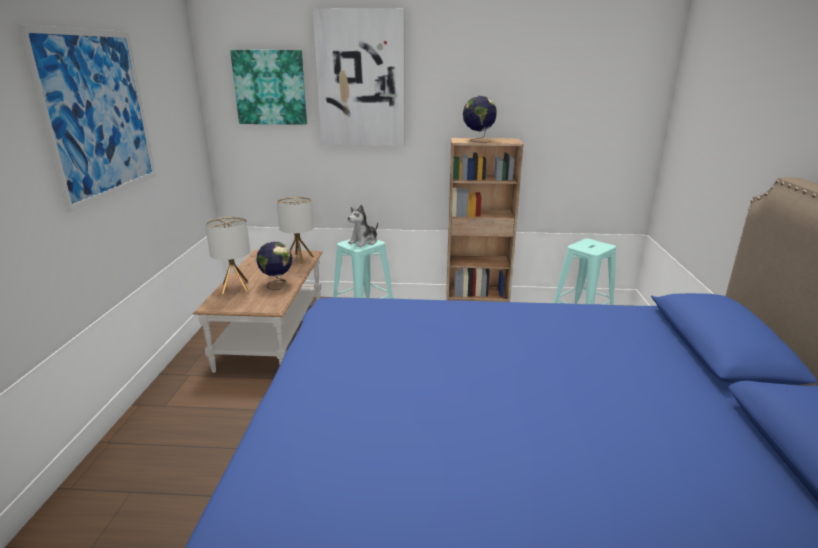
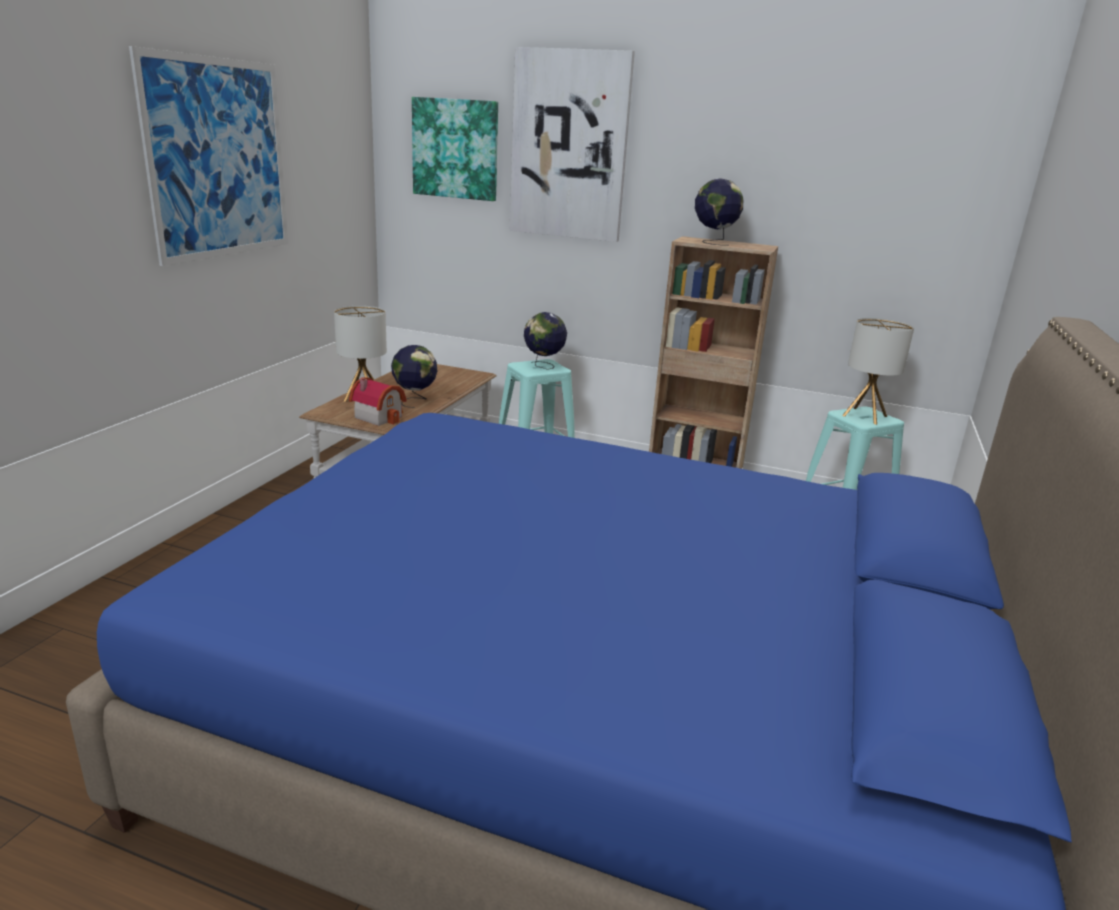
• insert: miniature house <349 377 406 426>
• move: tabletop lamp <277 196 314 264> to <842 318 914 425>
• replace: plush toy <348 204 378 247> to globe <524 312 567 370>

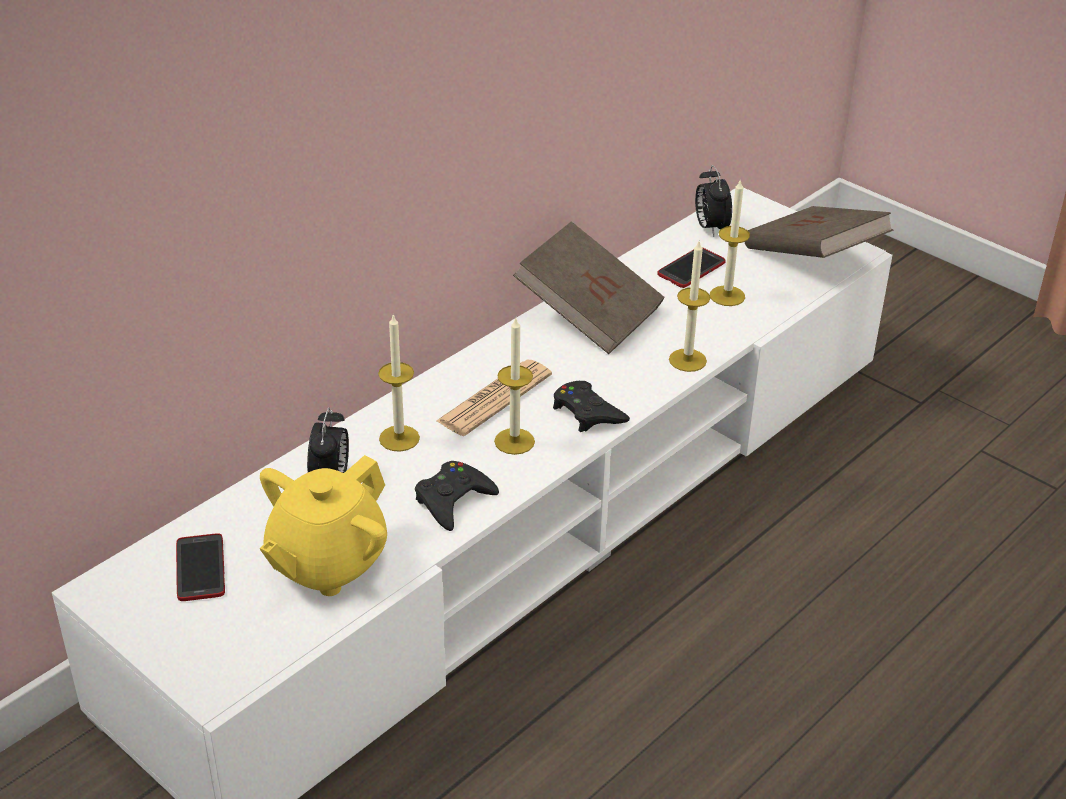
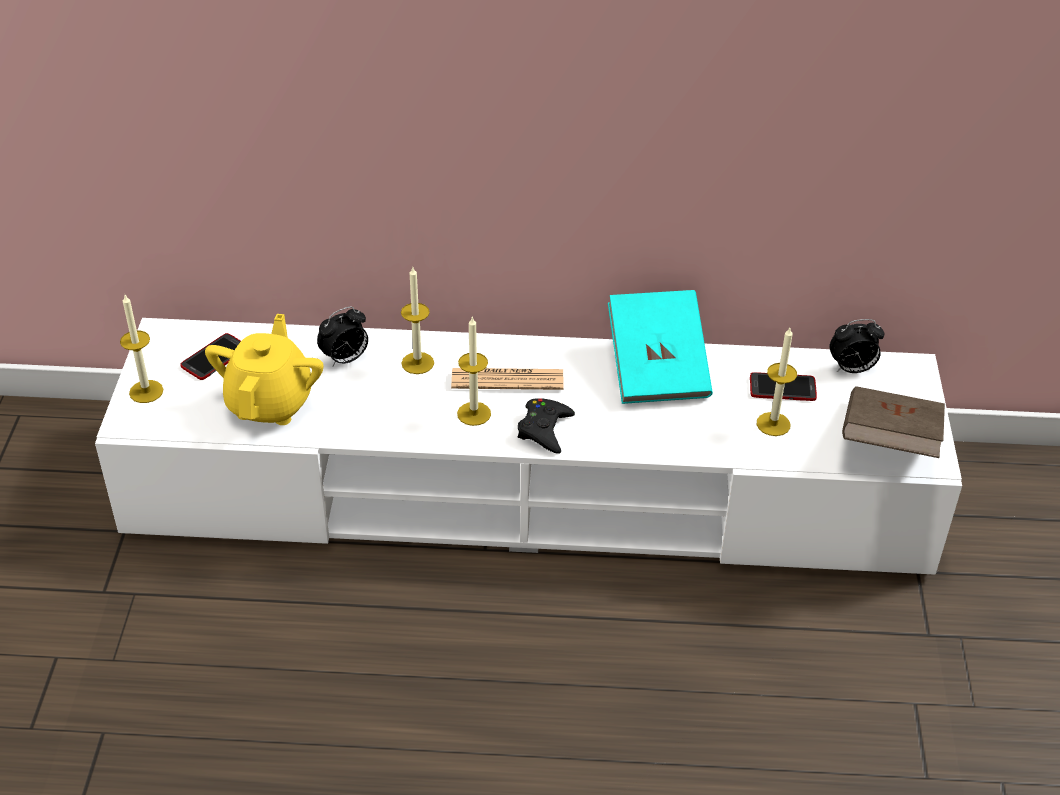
• delete: black joypad <415 461 499 531>
• move: candle <669 241 710 372> to <120 295 164 403>
• recolor: brown-coloured volume <513 221 664 354> to turquoise-coloured volume <608 290 713 404>
• rotate: yellow tea pot <260 455 387 596> = <205 314 324 425> 105 degrees clockwise
• rotate: alarm clock <695 165 732 237> = <830 319 884 373> 135 degrees counterclockwise

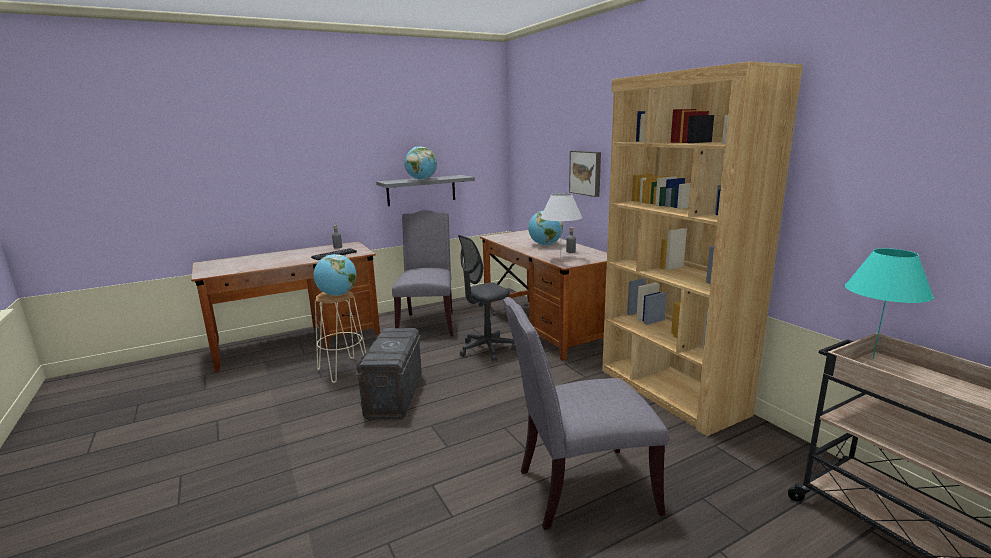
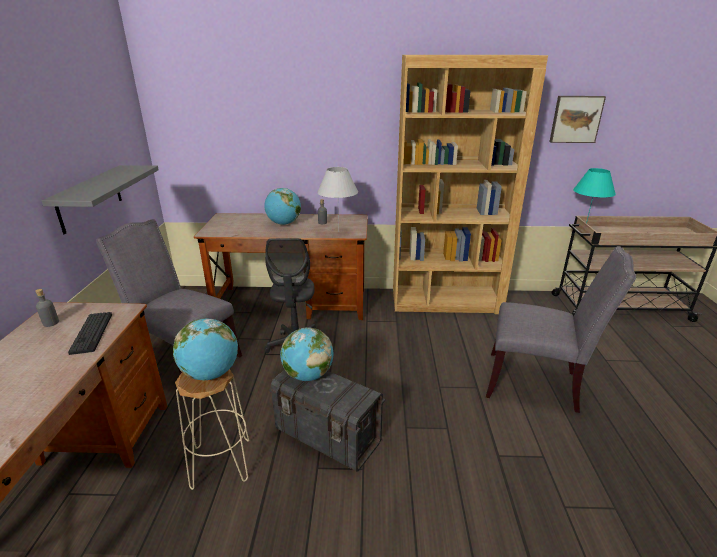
• move: globe <405 147 437 180> to <280 327 333 381>
• move: picture <569 151 601 197> to <549 96 606 143>
• rotate: grey upright chair <503 297 669 530> = <486 246 636 413> 90 degrees counterclockwise

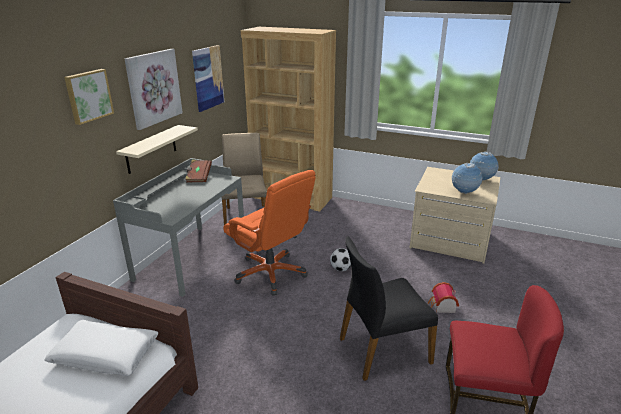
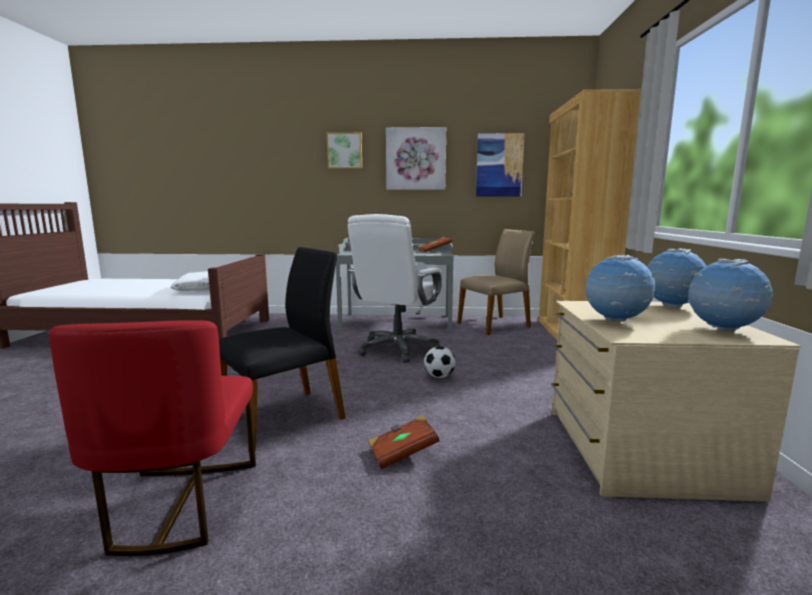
• delete: sand-coloured bracket shelf <116 125 198 174>
• insert: globe <647 248 706 308>
• replace: miniature house <428 282 459 313> to brown-coloured volume <368 415 439 469>
• recolor: orange-coloured office chair <223 170 316 295> to white-coloured office chair <348 214 442 363>
• rotate: black upright chair <340 236 438 381> = <219 247 345 452> 90 degrees clockwise

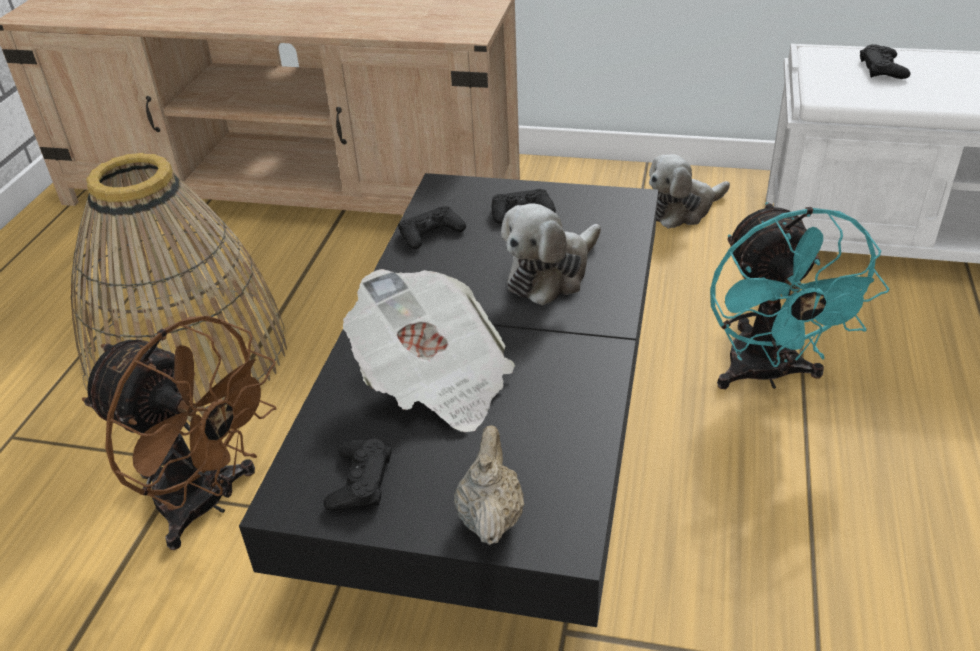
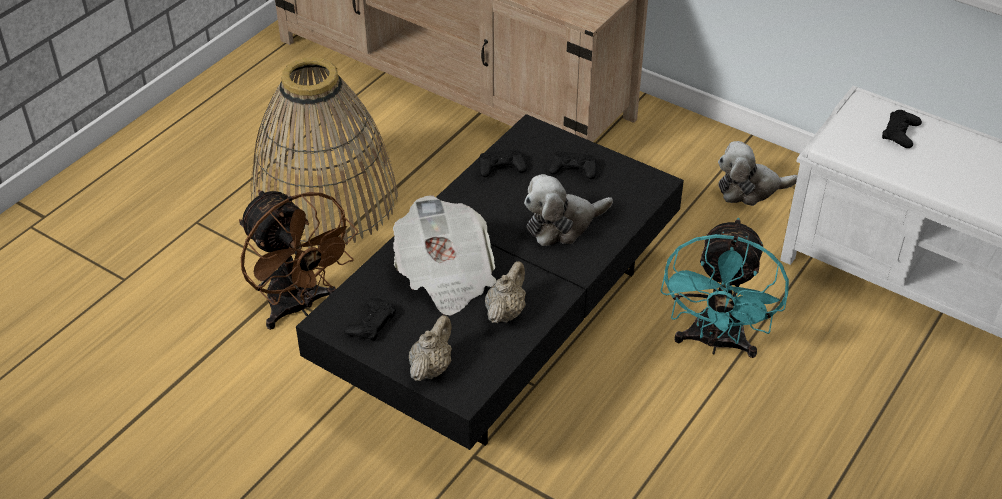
• insert: sand-coloured tea pot <485 261 526 323>

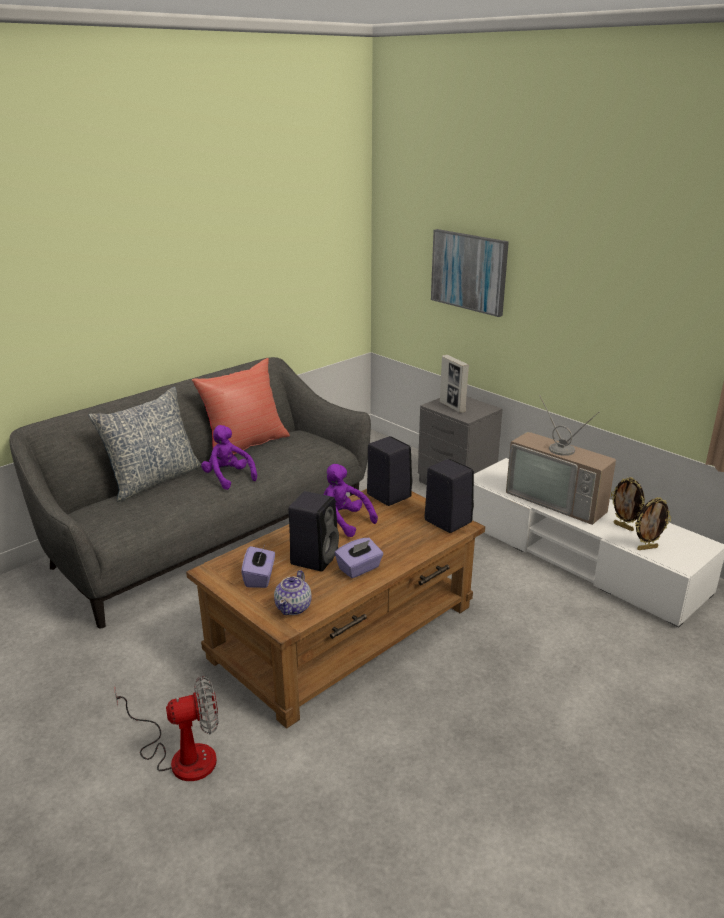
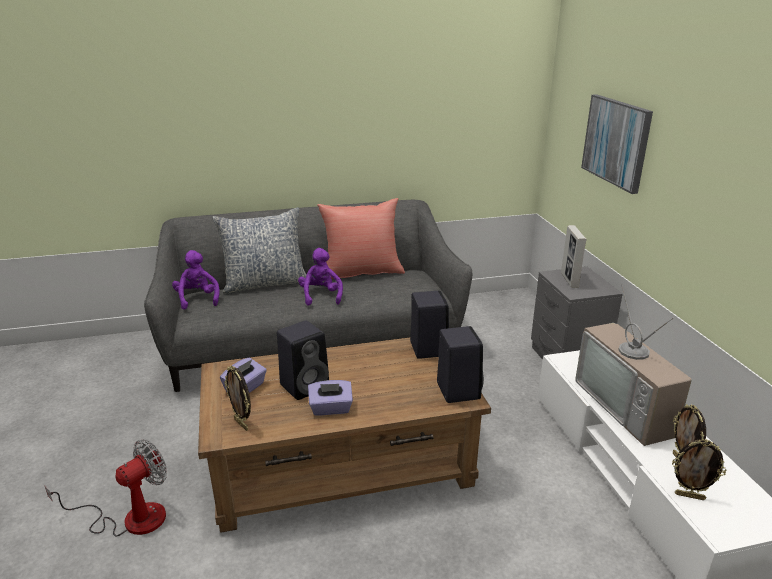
• move: purple plush toy <324 464 378 537> to <172 250 220 310>
• replace: tea pot <274 570 312 615> to picture frame <224 366 251 431>
• rotate: cooling fan <114 676 218 781> = <44 439 167 536> 60 degrees counterclockwise

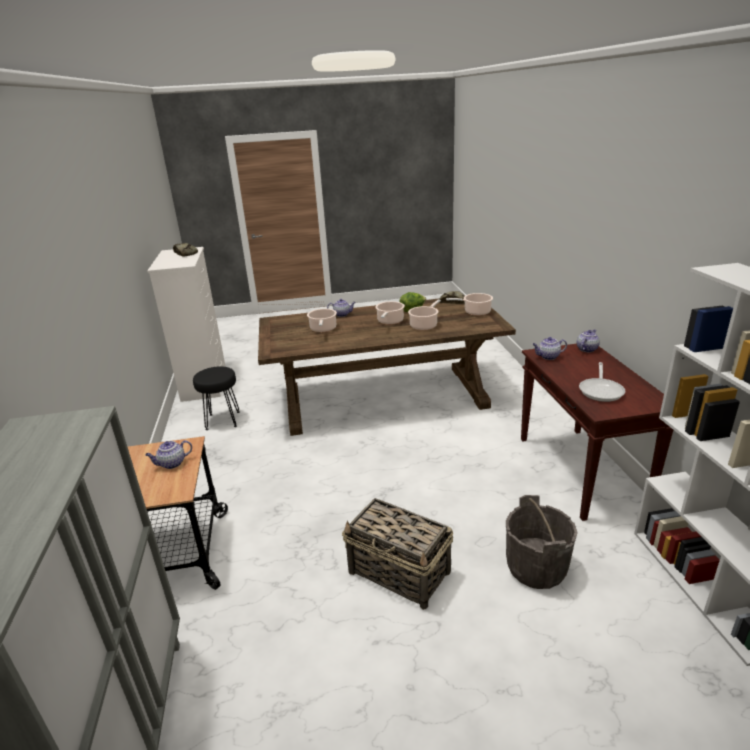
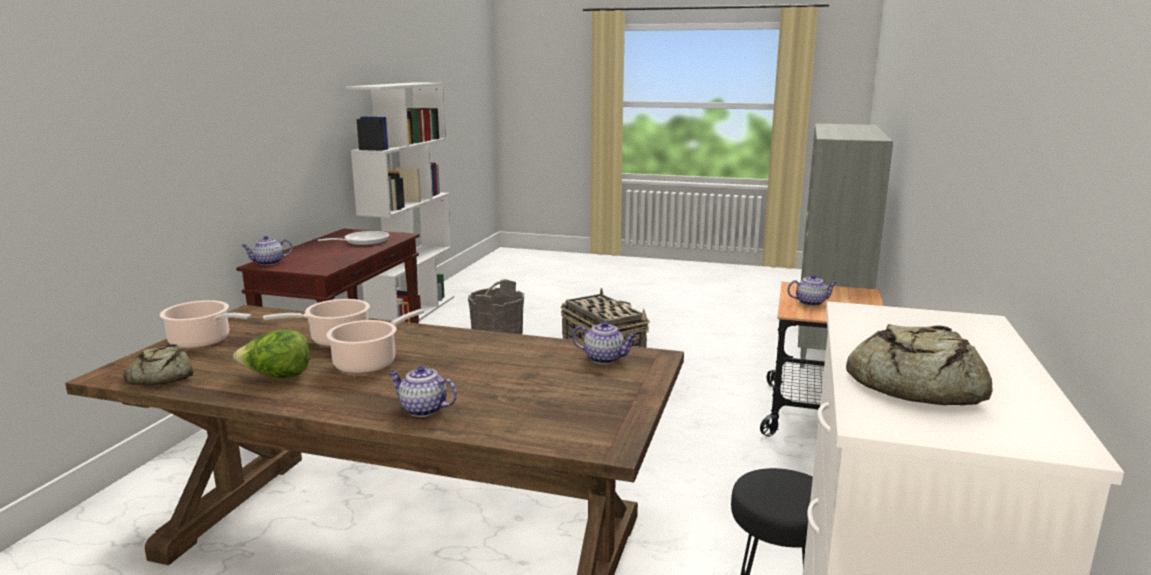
• delete: saucepot <307 309 337 332>
• move: tea pot <532 337 567 360> to <572 321 637 364>

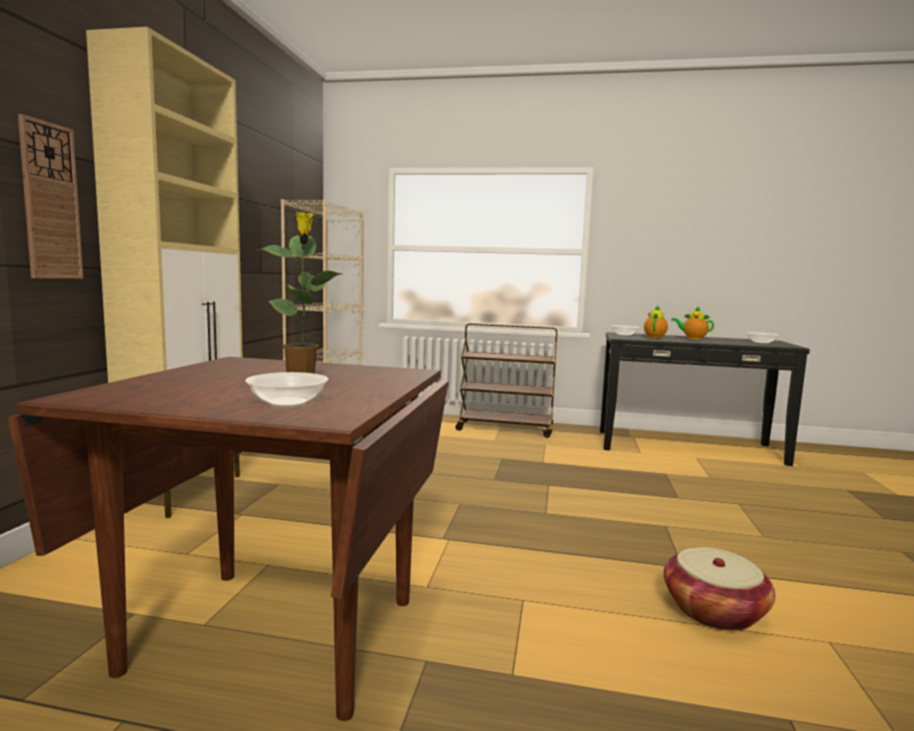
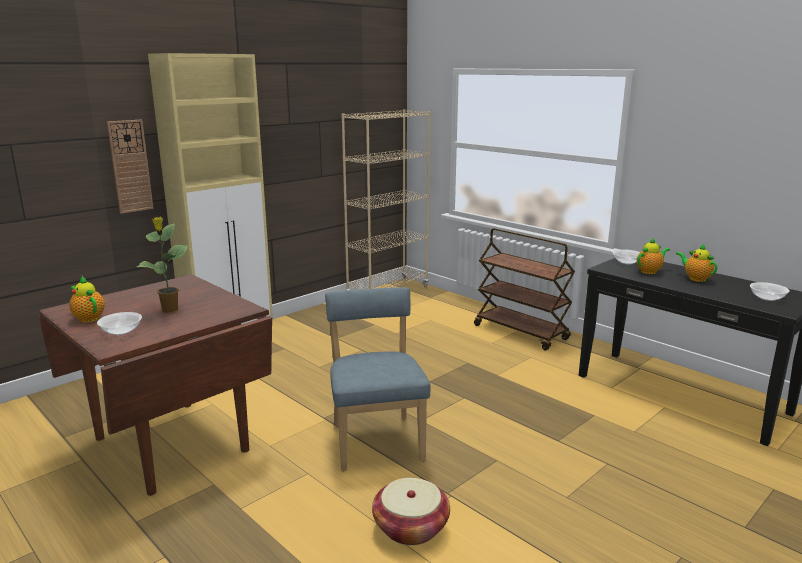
• insert: tea pot <69 276 105 322>
• insert: blue-coloured upright chair <325 287 430 471>

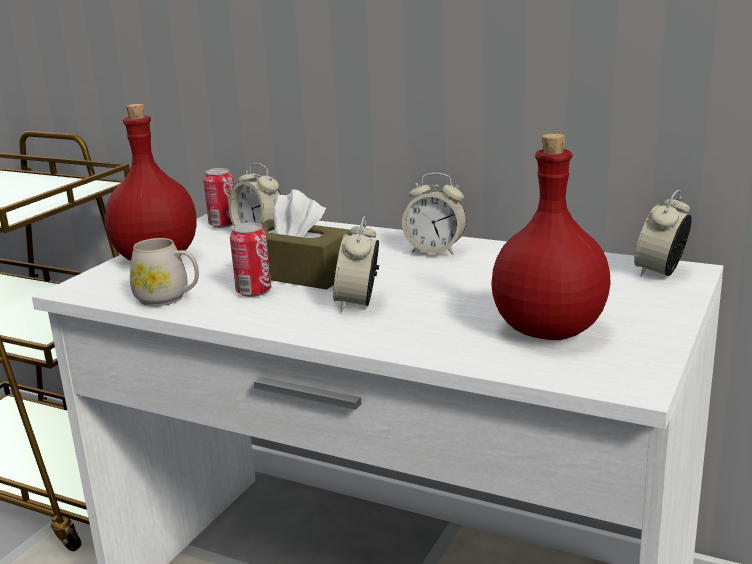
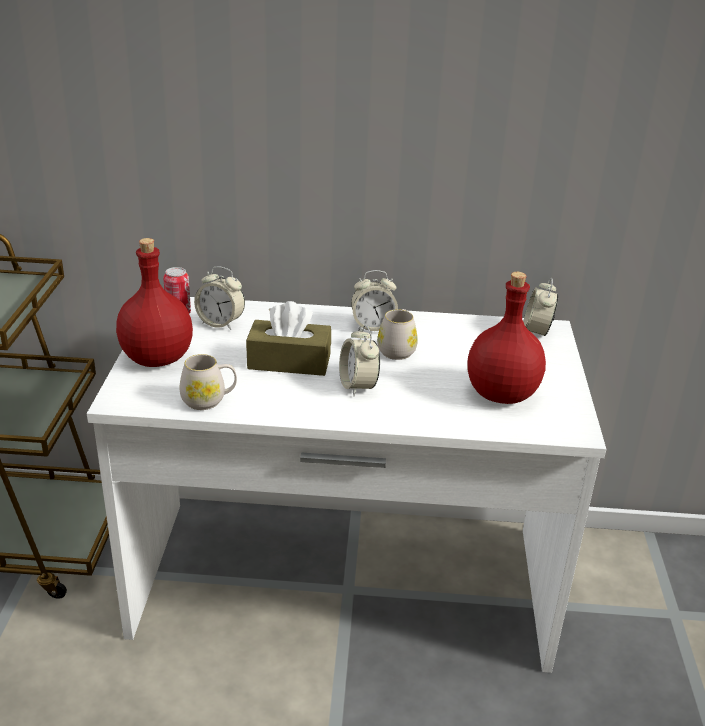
• delete: sealed can <230 223 271 297>
• insert: white-coloured mug <377 309 418 360>

